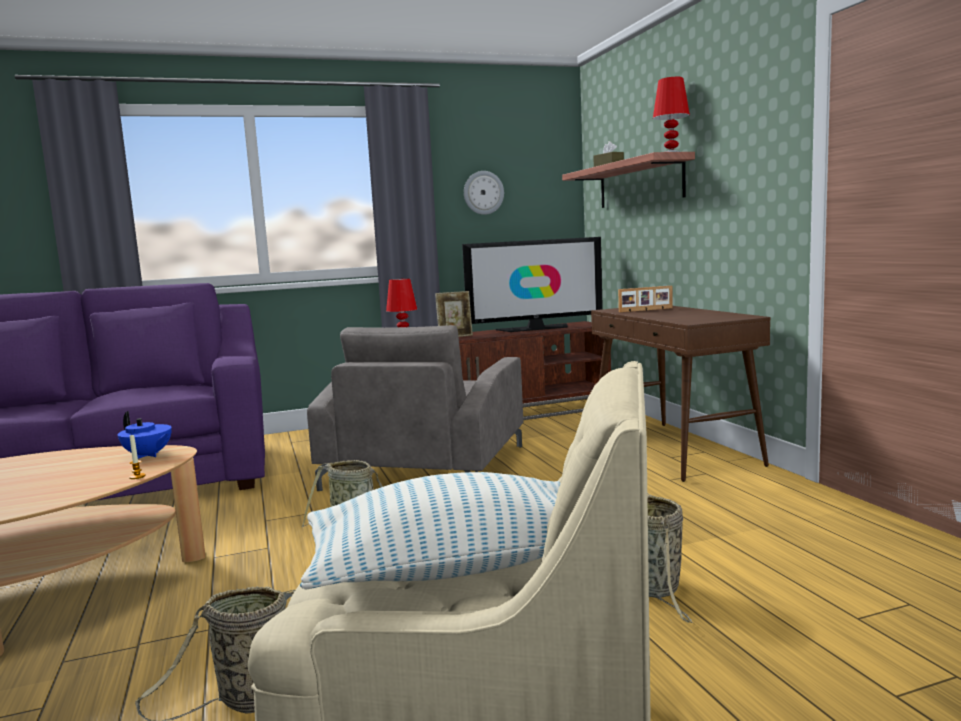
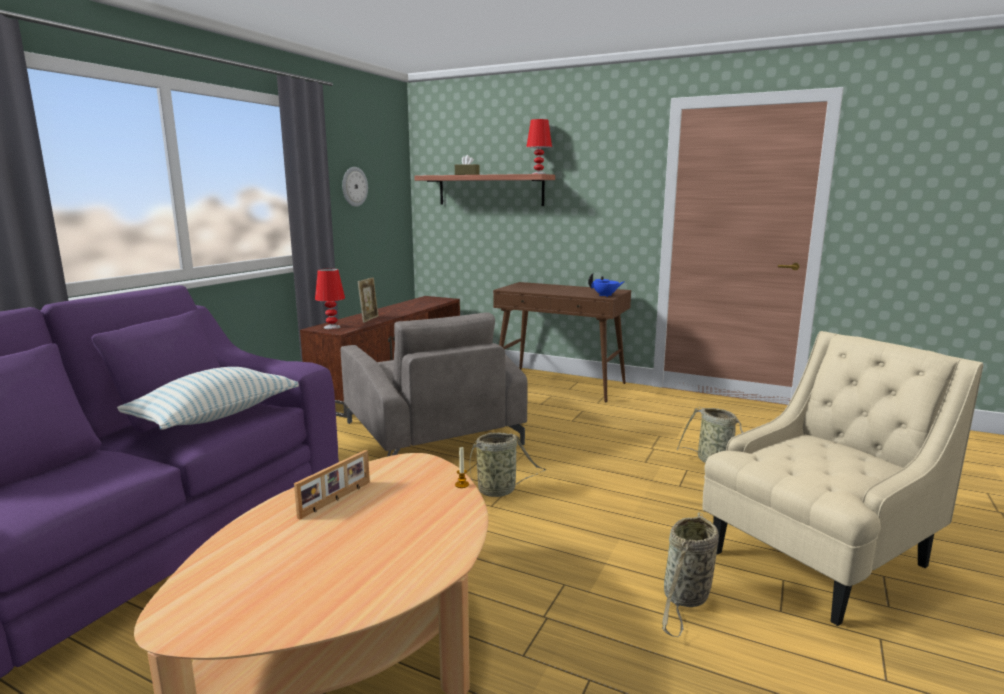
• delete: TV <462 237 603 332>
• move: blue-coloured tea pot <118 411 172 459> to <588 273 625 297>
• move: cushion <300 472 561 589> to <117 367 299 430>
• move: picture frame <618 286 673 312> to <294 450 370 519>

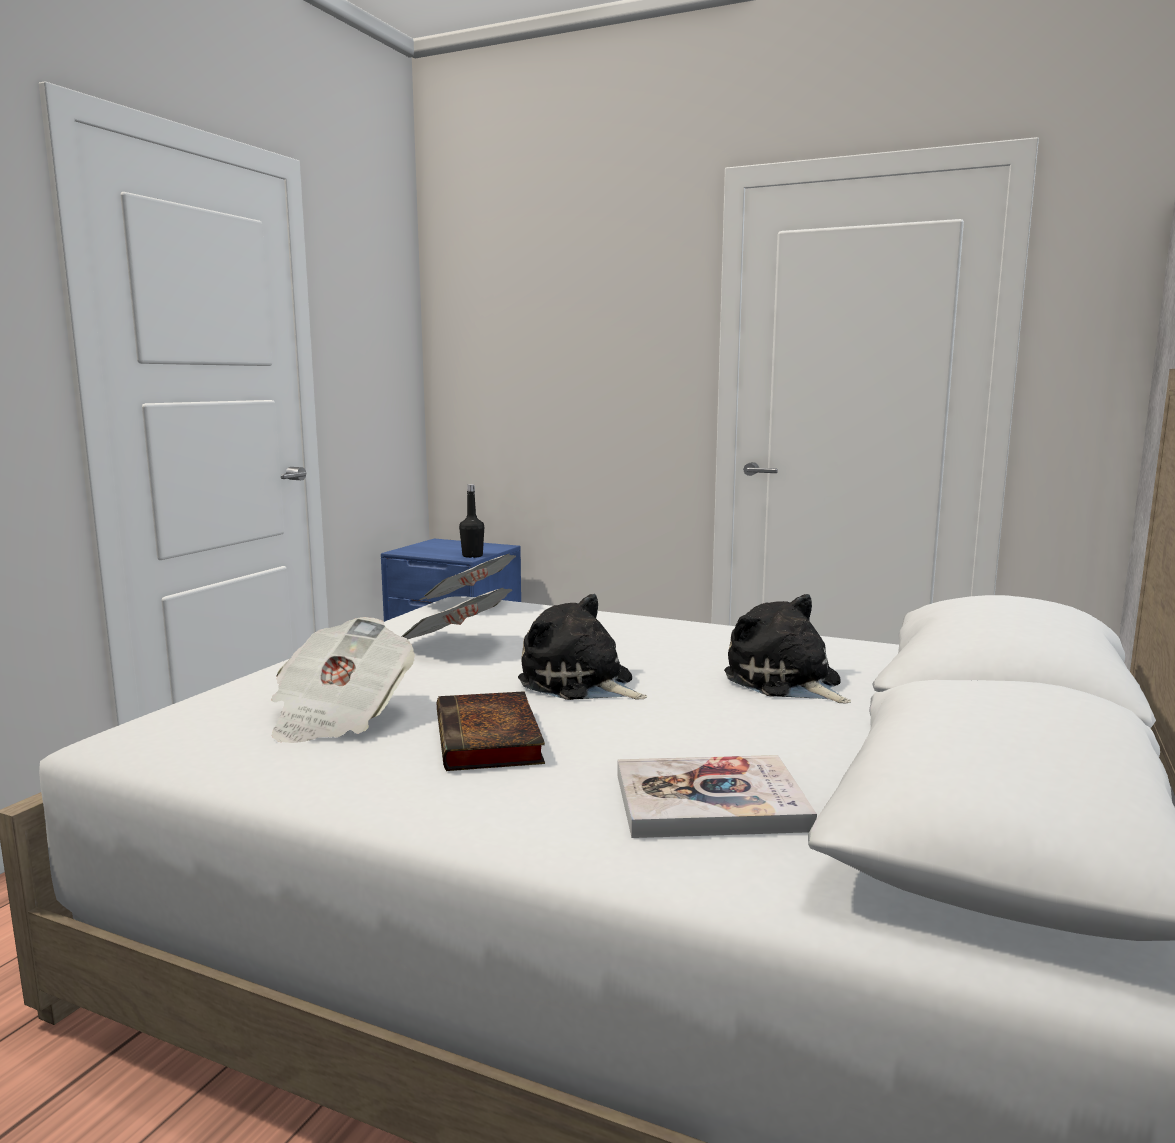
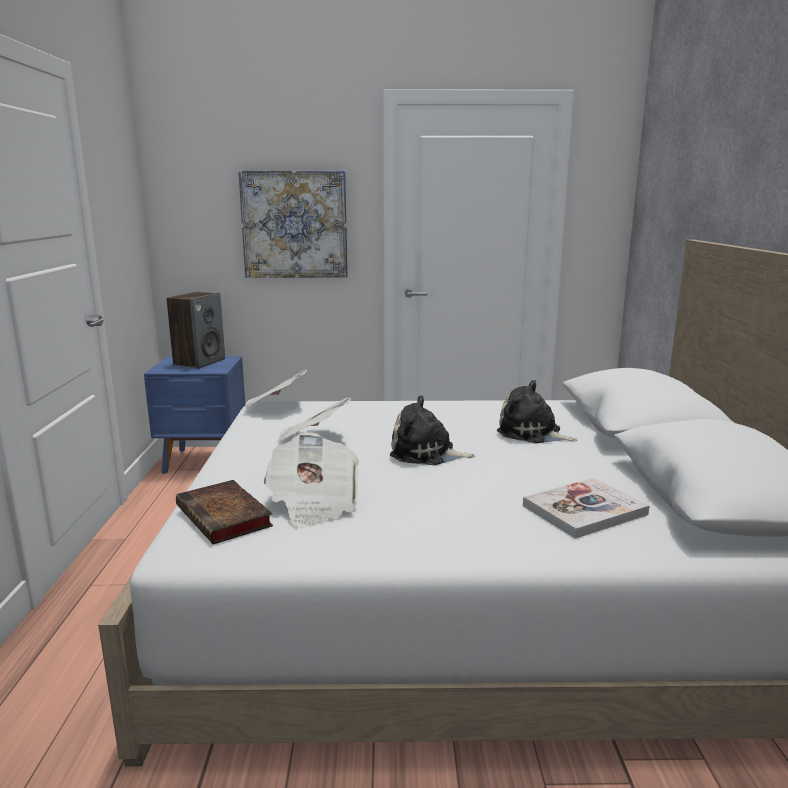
• delete: black beverage bottle <459 484 484 558>
• insert: loudspeaker <166 292 225 369>
• insert: picture <238 170 348 278>
• move: volume <437 691 545 771> to <176 480 273 544>

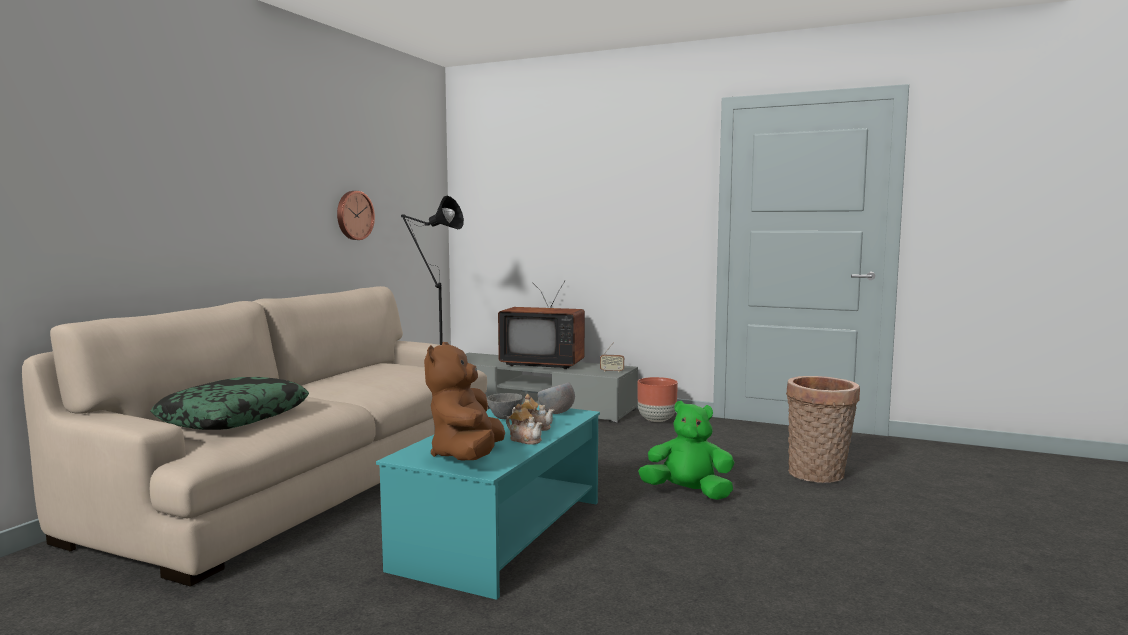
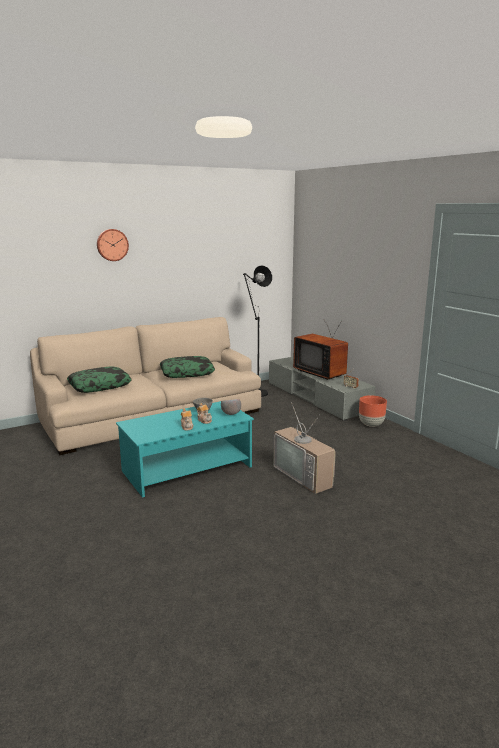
• delete: brown-coloured plush toy <424 342 505 460>
• delete: storage basket <786 376 860 483>
• insert: cushion <160 356 215 378>
• move: hanging clock <337 191 375 240> to <97 229 129 261>
• replace: green-coloured plush toy <638 401 735 500> to TV <273 402 336 494>

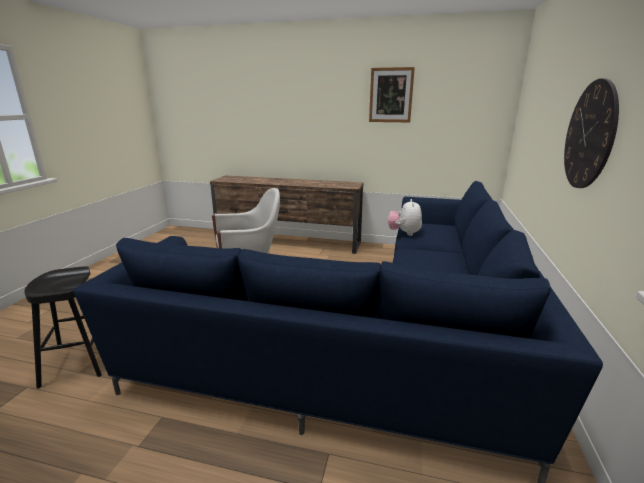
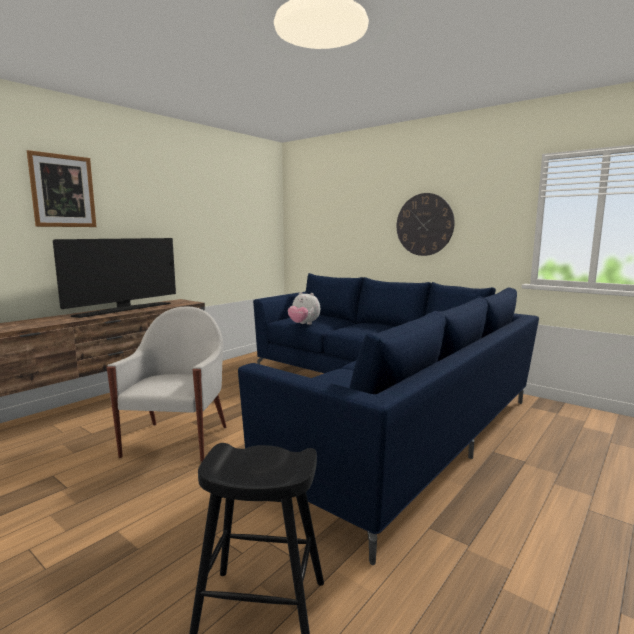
• insert: TV <53 238 176 318>
• move: picture <369 67 415 122> to <27 150 96 227>

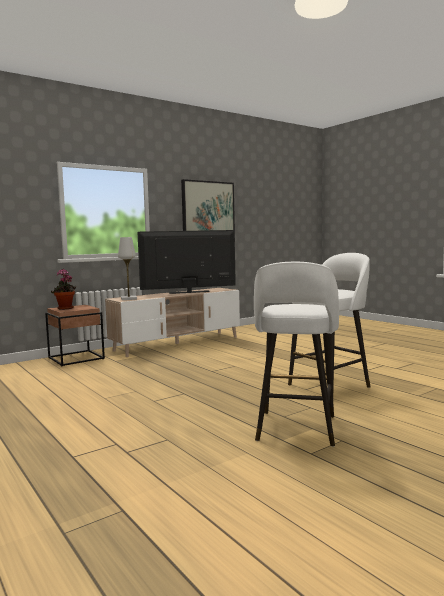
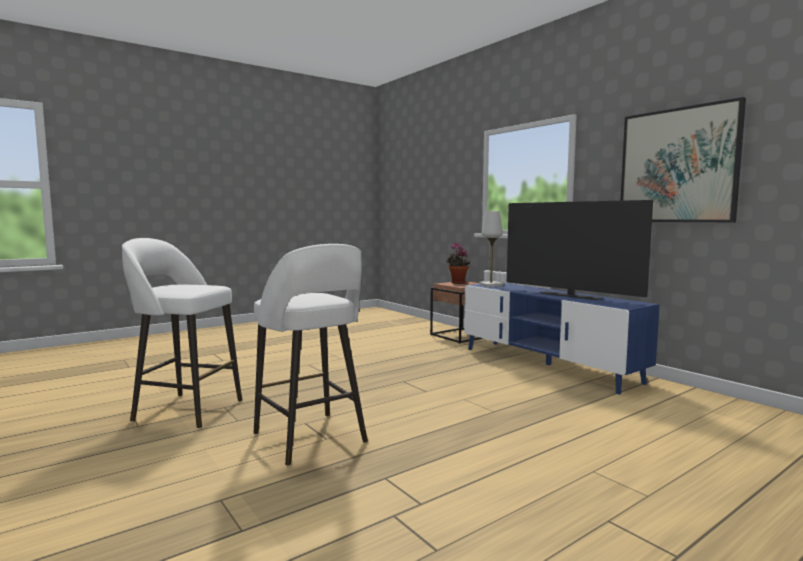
• recolor: sand-coloured tv unit <105 288 240 357> to blue-coloured tv unit <464 282 660 395>
• rotate: TV <137 230 236 294> = <507 200 653 300> 150 degrees clockwise

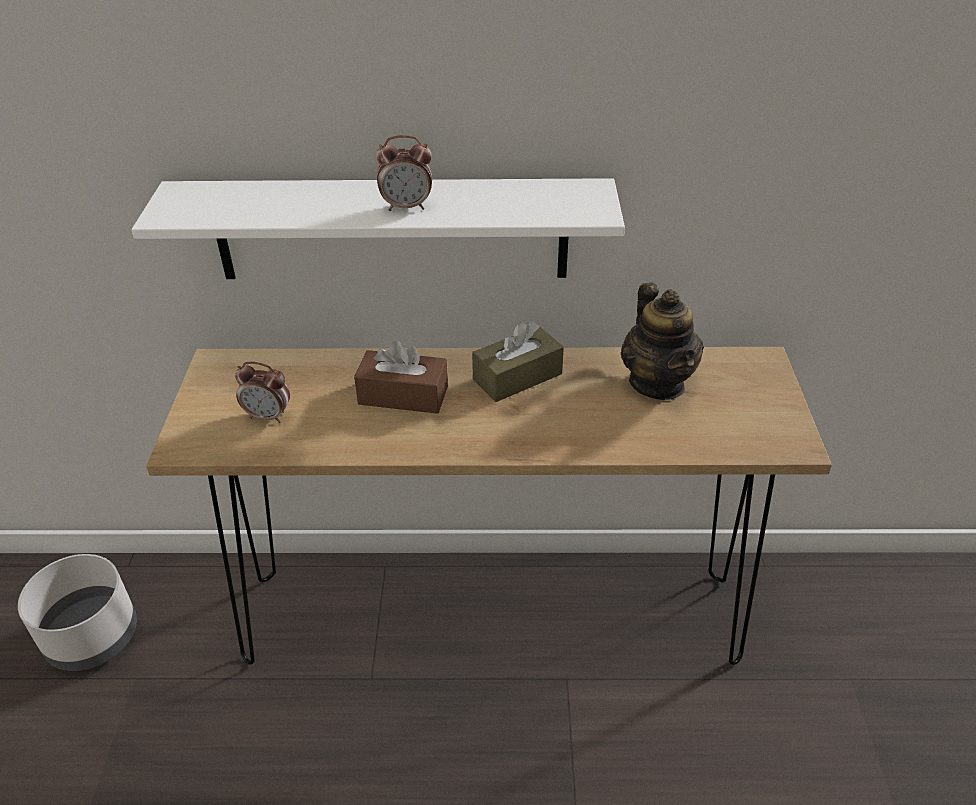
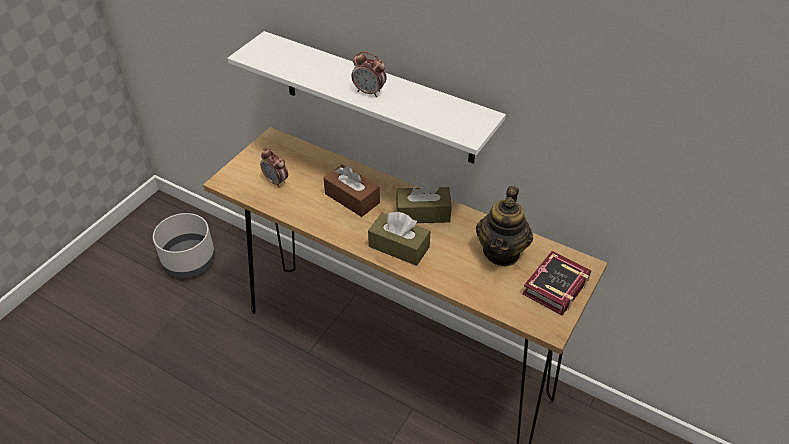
• insert: brown-coloured tissue holder <368 212 431 266>
• insert: volume <522 251 591 316>

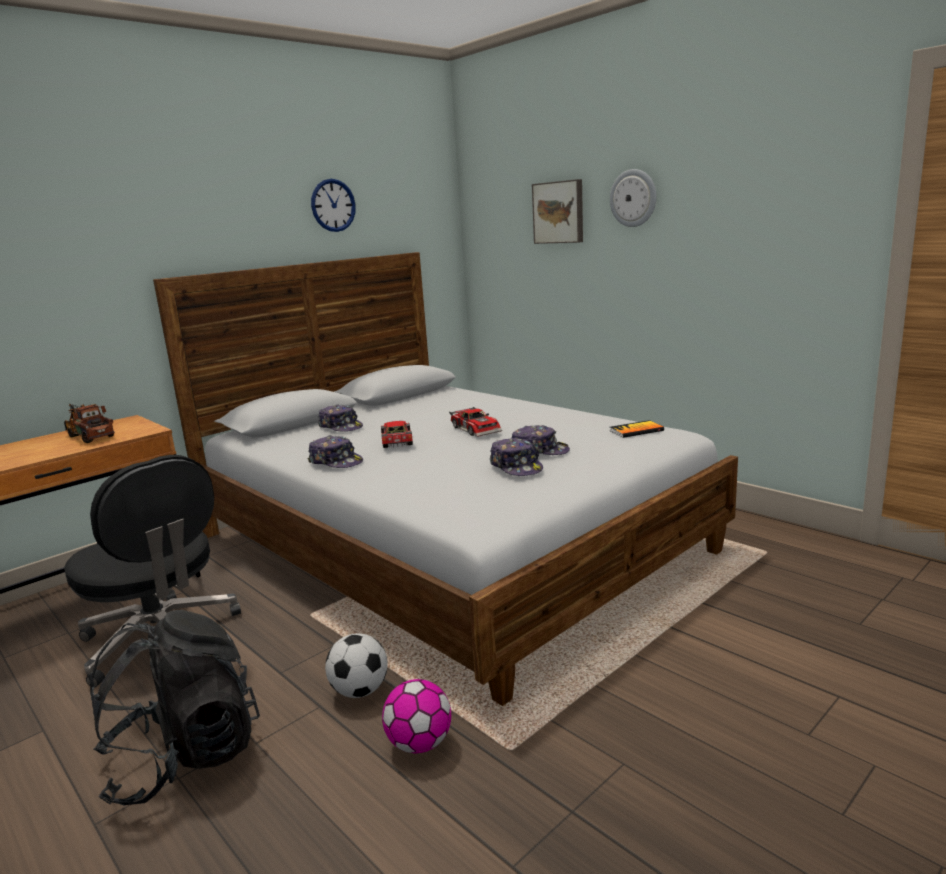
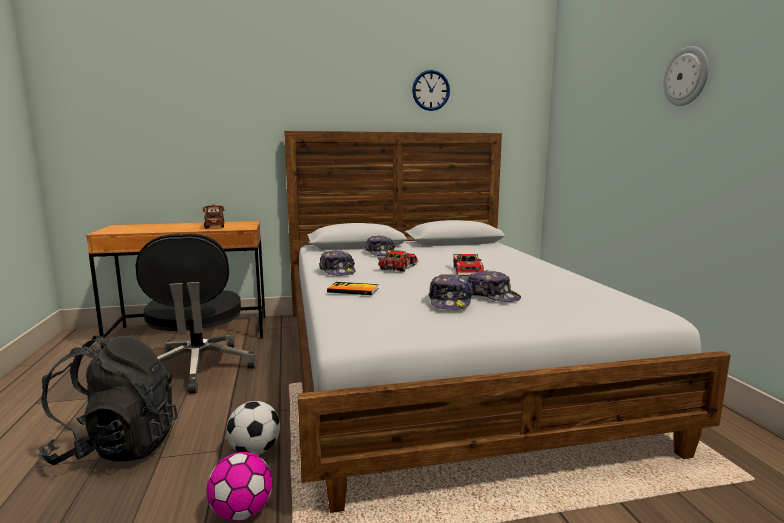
• delete: picture <532 179 583 244>
• move: volume <610 420 664 438> to <327 282 378 295>

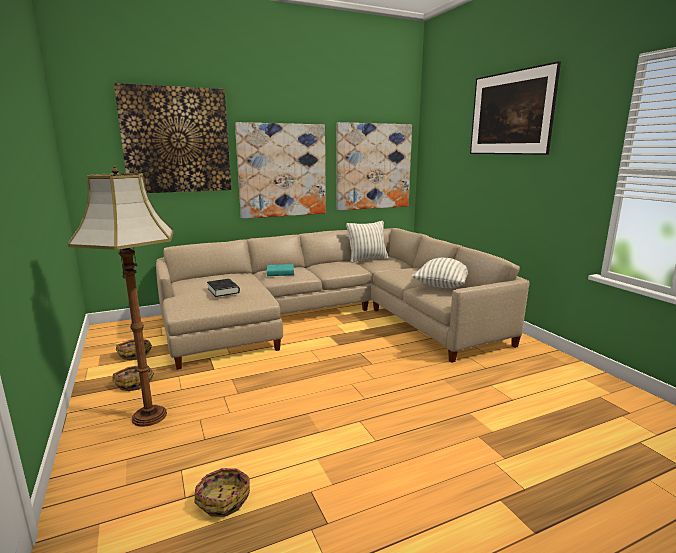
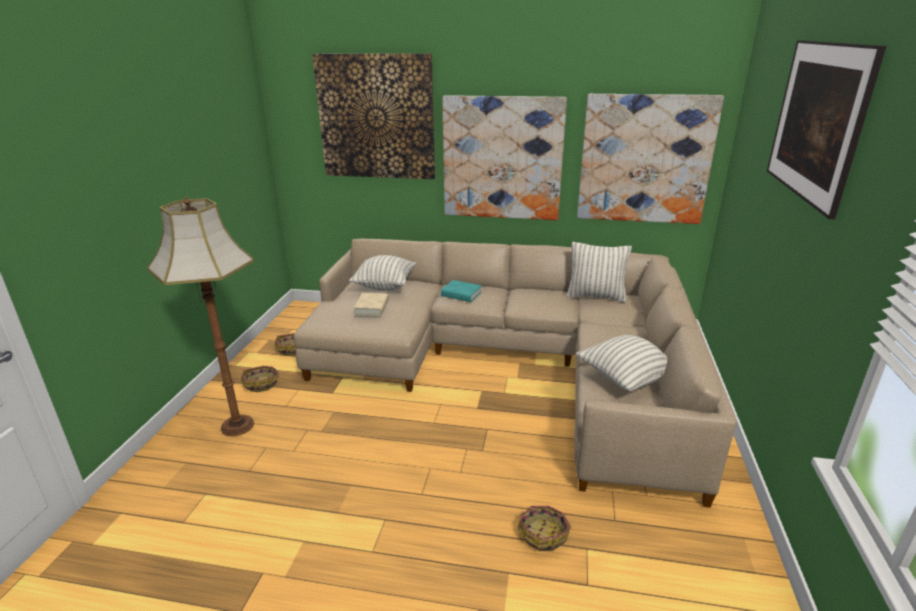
• insert: cushion <349 255 416 291>
• move: storage basket <195 468 250 517> to <518 506 571 551>
• recolor: black volume <207 279 240 297> to sand-coloured volume <354 293 389 316>

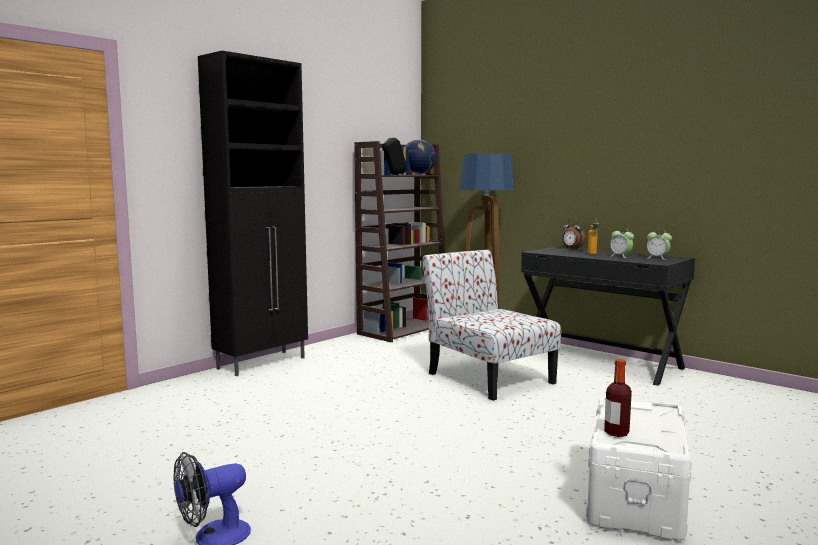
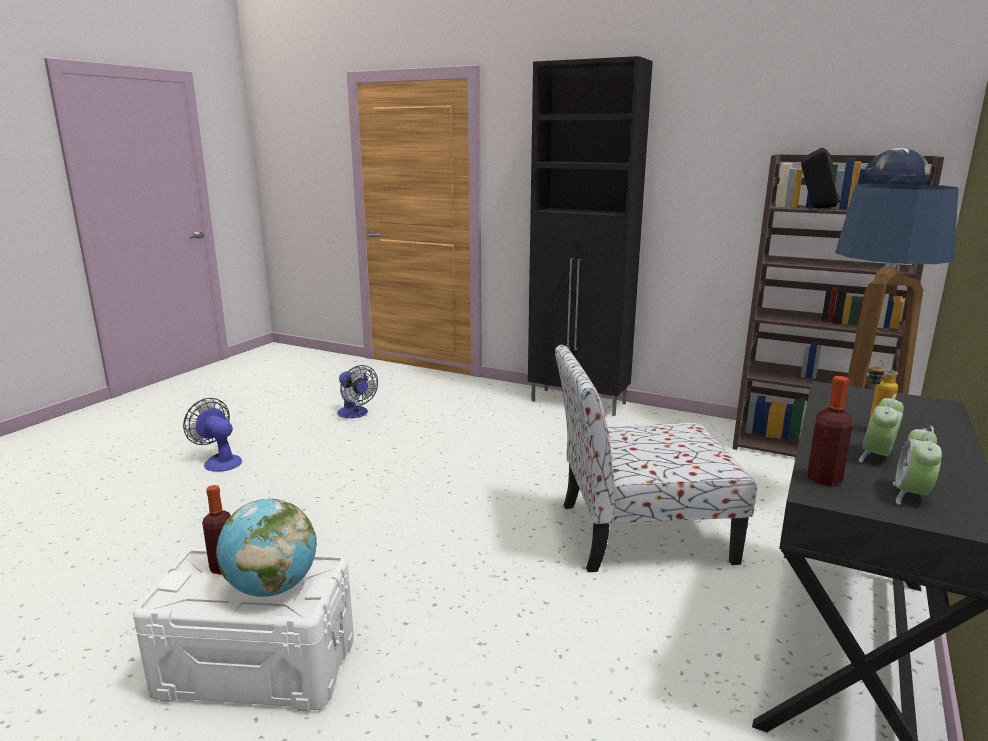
• delete: alarm clock <562 219 586 249>
• insert: globe <216 499 317 597>
• insert: cooling fan <337 365 378 418>
• insert: beverage bottle <807 376 853 486>
• rotate: upright chair <423 250 561 401> = <555 345 757 572> 135 degrees counterclockwise

